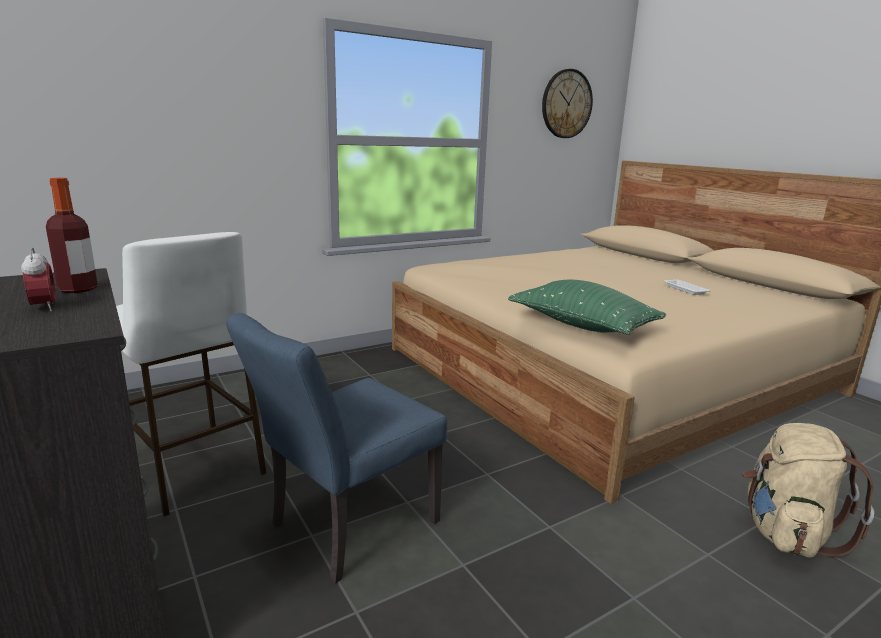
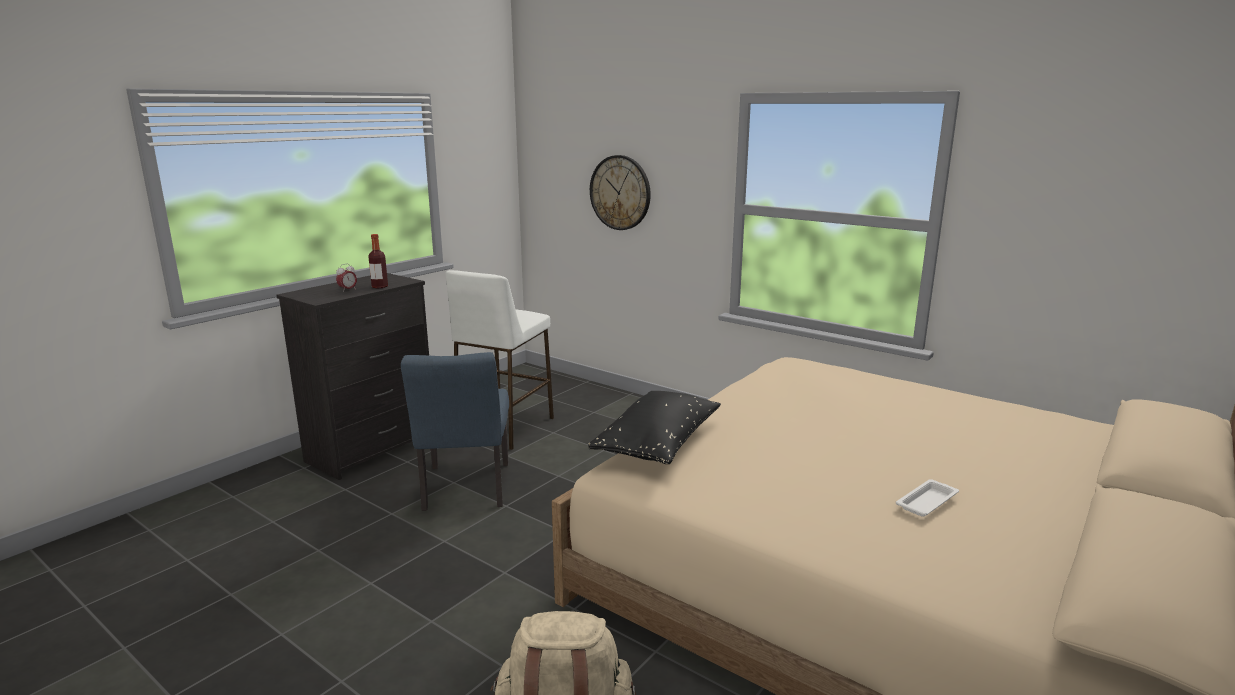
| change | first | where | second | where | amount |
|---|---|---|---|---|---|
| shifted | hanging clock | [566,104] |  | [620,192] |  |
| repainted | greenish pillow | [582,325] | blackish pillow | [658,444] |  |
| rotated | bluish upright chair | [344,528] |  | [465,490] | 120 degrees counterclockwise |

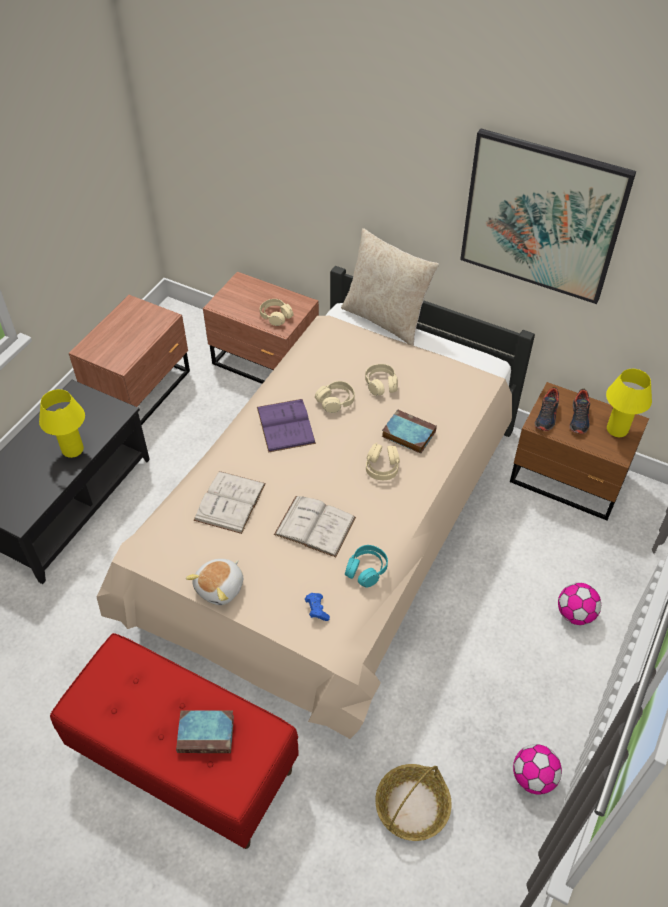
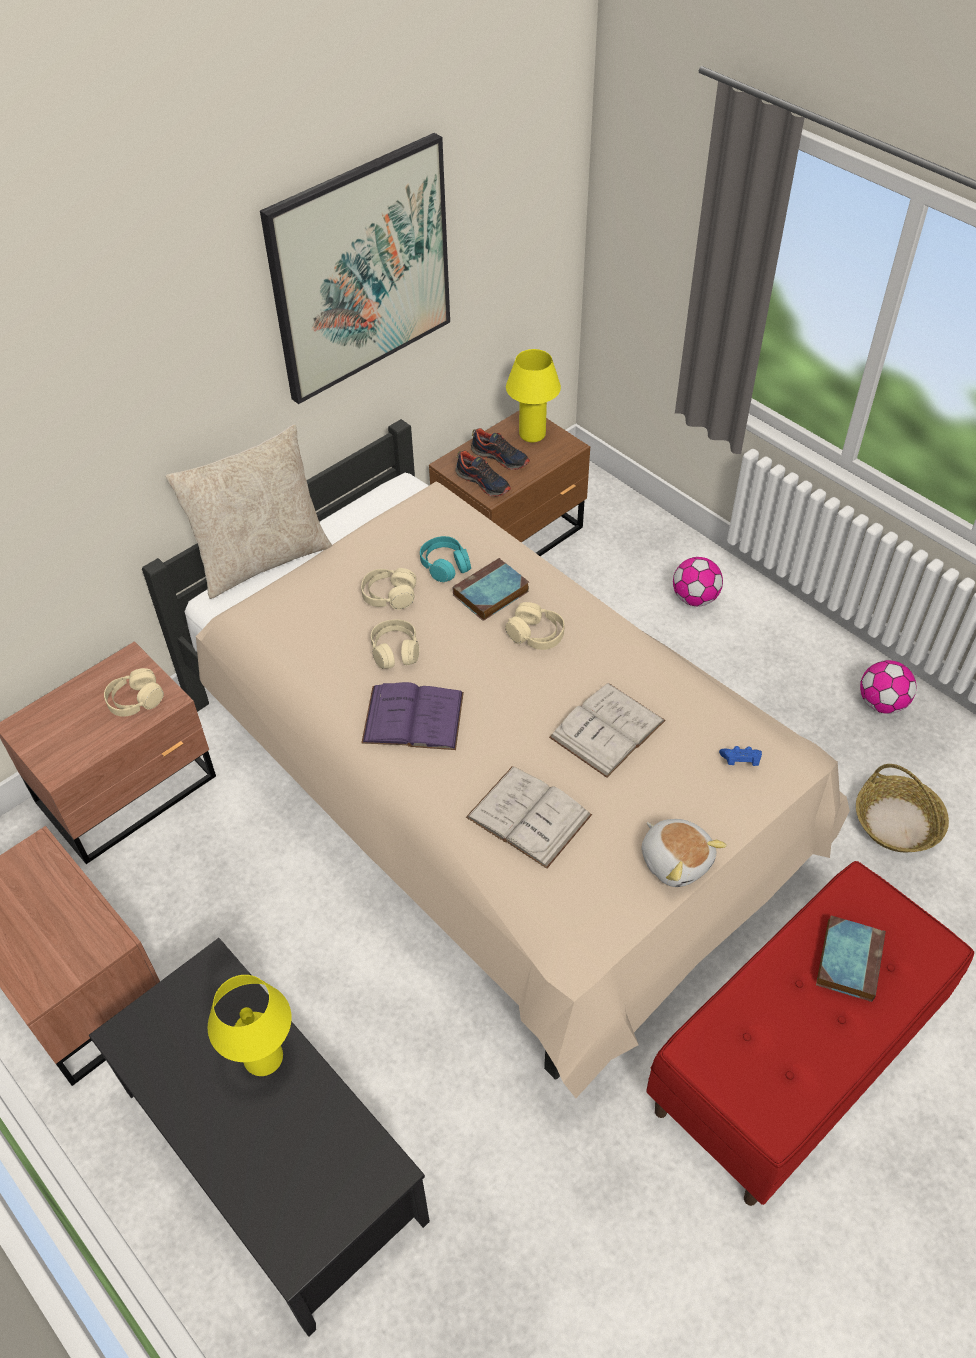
| change | first | where | second | where | amount |
|---|---|---|---|---|---|
| shifted | blue-green pair of headphones | [366,570] |  | [445,565] |  |

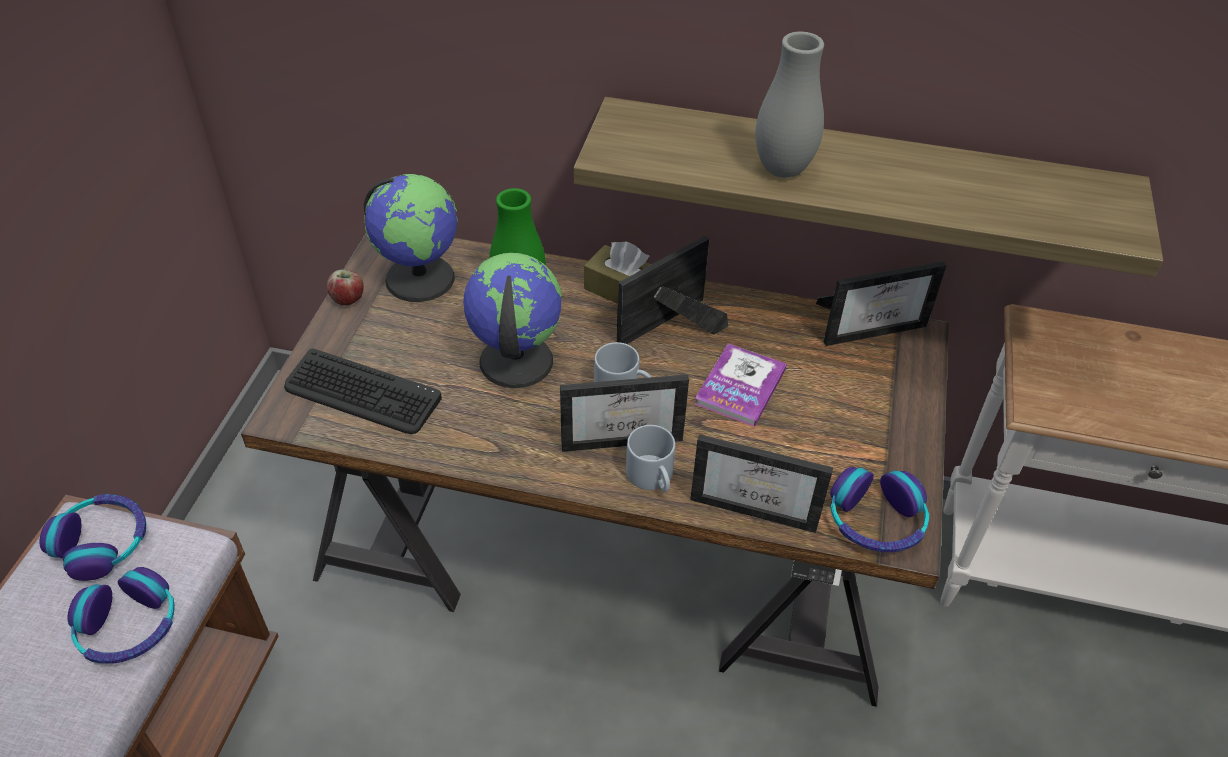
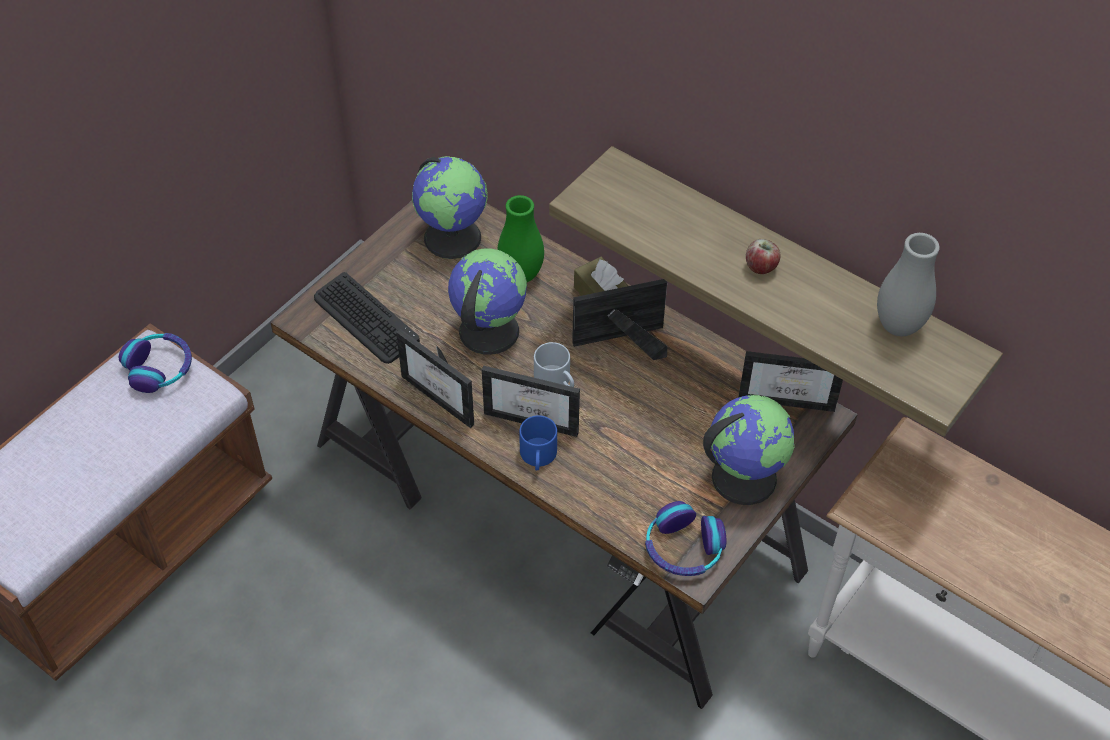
| change | first | where | second | where | amount |
|---|---|---|---|---|---|
| shifted | greyish decorative vase | [782,169] |  | [898,326] |  |
| shifted | whole apple | [348,299] |  | [761,267] |  |
| gone | bound book | [740,386] |  |  |  |
| repainted | greyish coffee mug | [653,478] | bluish coffee mug | [539,457] |  |
| shifted | standing frame | [758,504] |  | [445,395] |  |
| gone | pair of headphones | [128,627] |  |  |  |
| new |  |  | world globe | [743,476] |  |

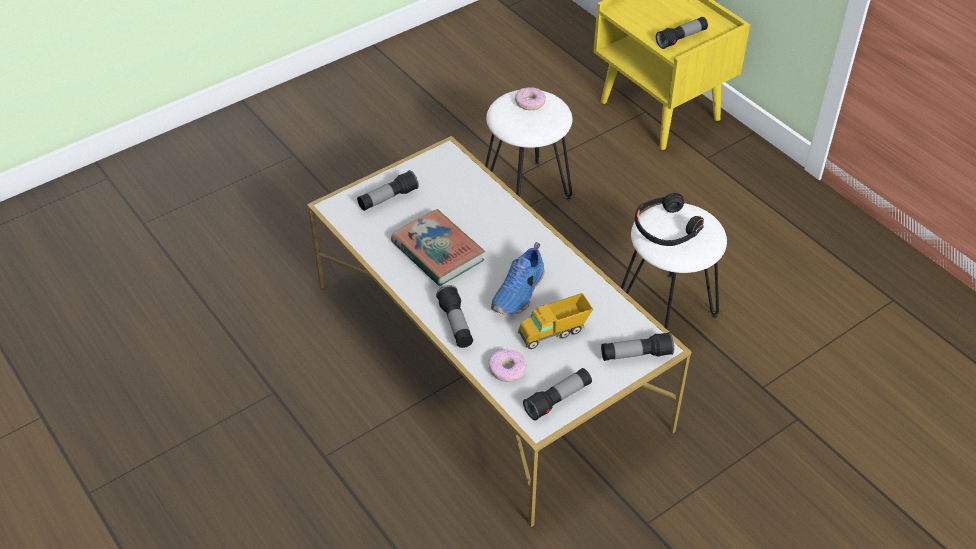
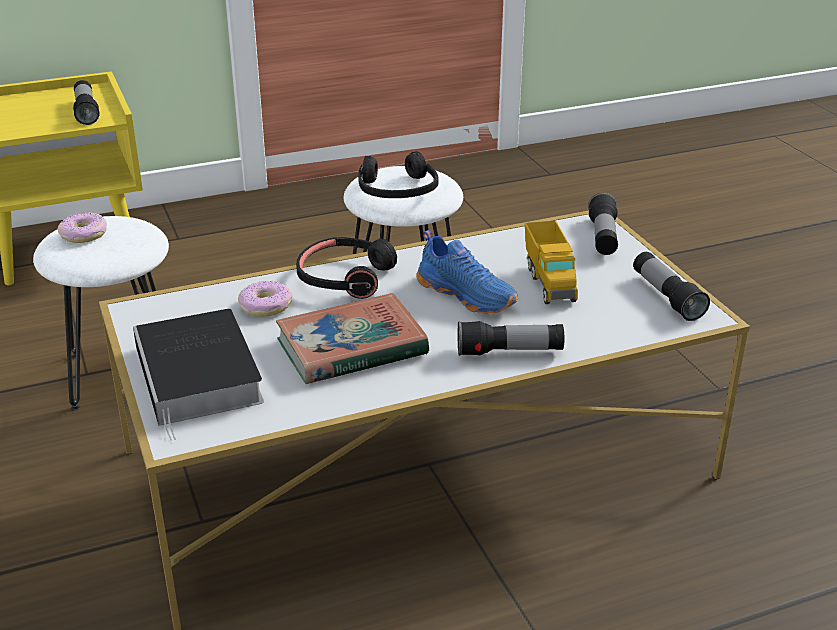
| change | first | where | second | where | amount |
|---|---|---|---|---|---|
| swapped | flashlight | [388,198] | bound book | [200,377] |  |
| shifted | ring doughnut | [507,369] |  | [265,306] |  |
| new |  |  | blackish pair of headphones | [344,277] |  |

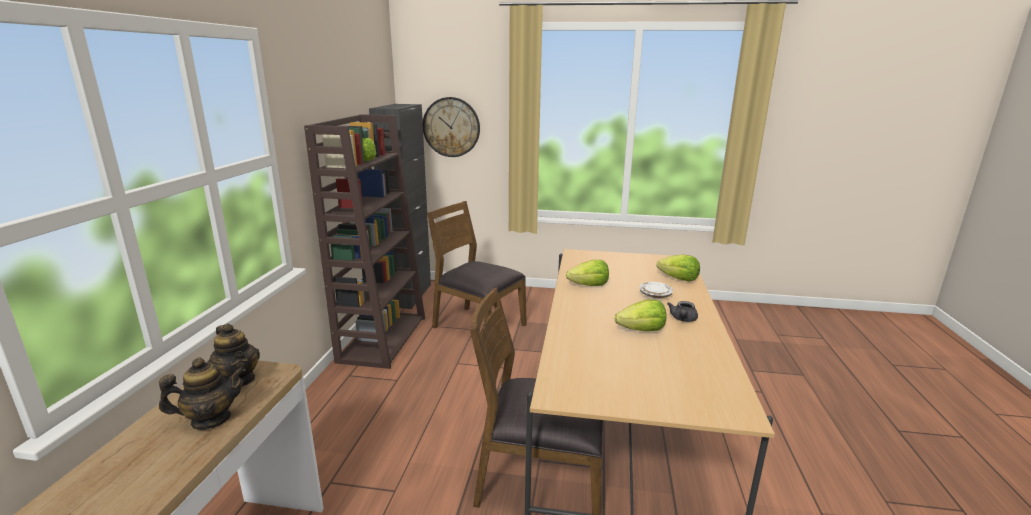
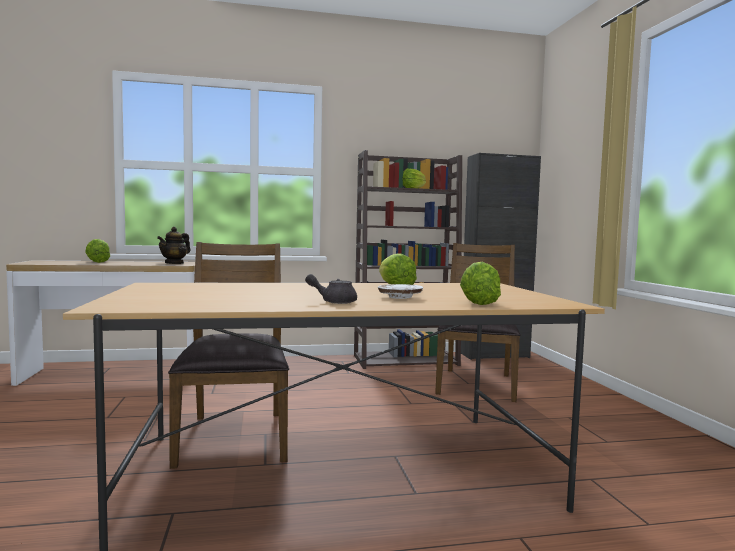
| change | first | where | second | where | amount |
|---|---|---|---|---|---|
| gone | hanging clock | [451,127] |  |  |  |
| shifted | head of lettuce | [642,330] |  | [98,262] |  |
| gone | tea pot | [211,419] |  |  |  |

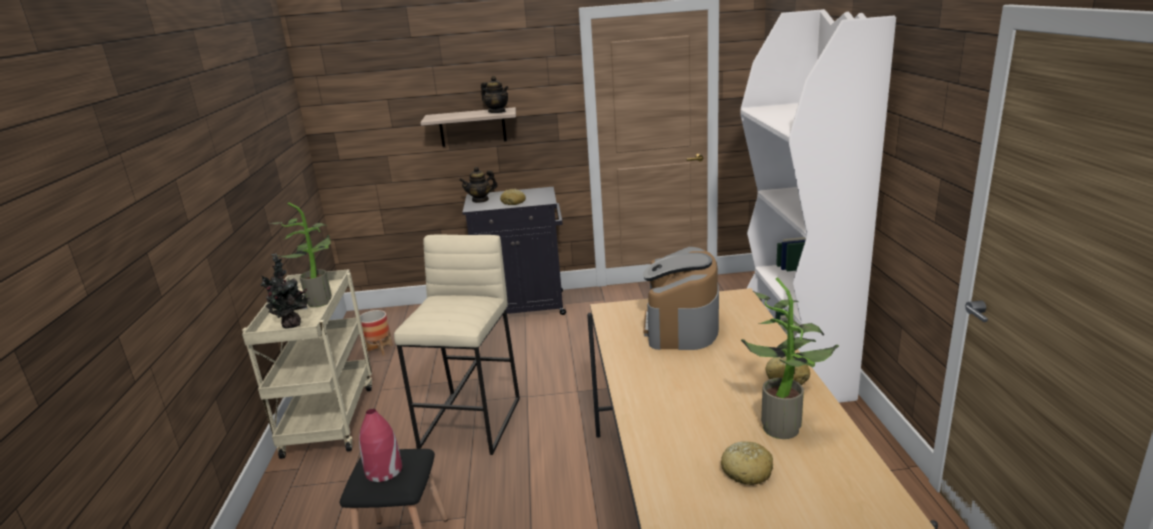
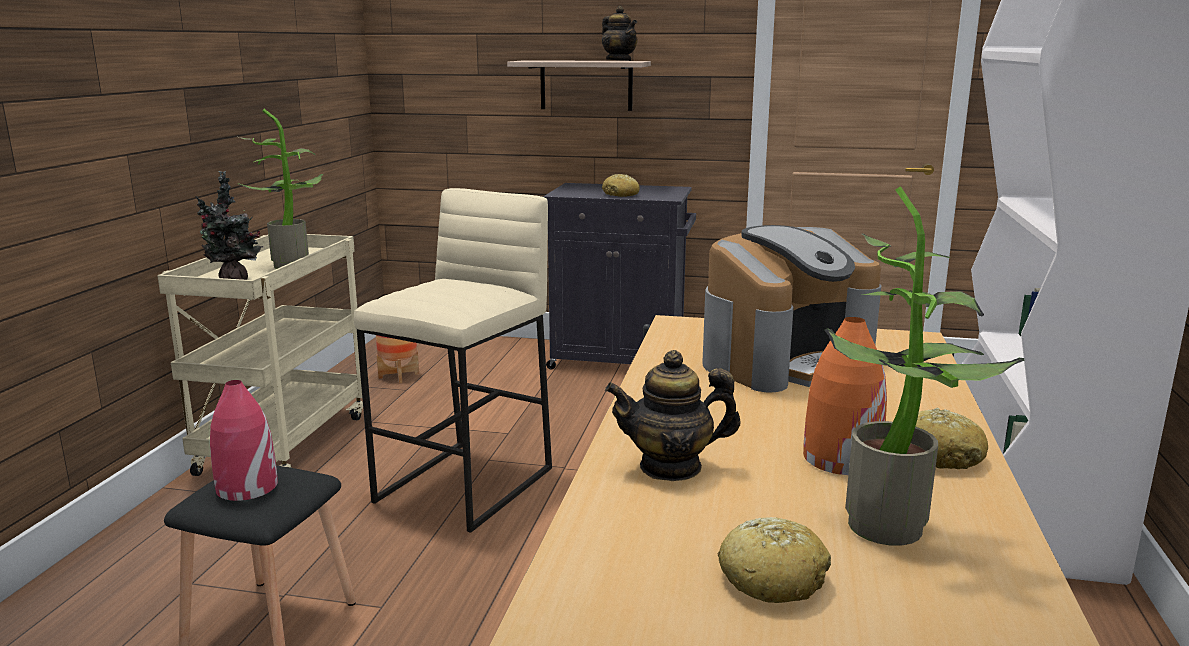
| change | first | where | second | where | amount |
|---|---|---|---|---|---|
| shifted | tea pot | [480,200] |  | [671,467] |  |
| rotated | coffee maker | [681,326] |  | [785,360] | 150 degrees counterclockwise |
| new |  |  | orange decorative vase | [840,458] |  |

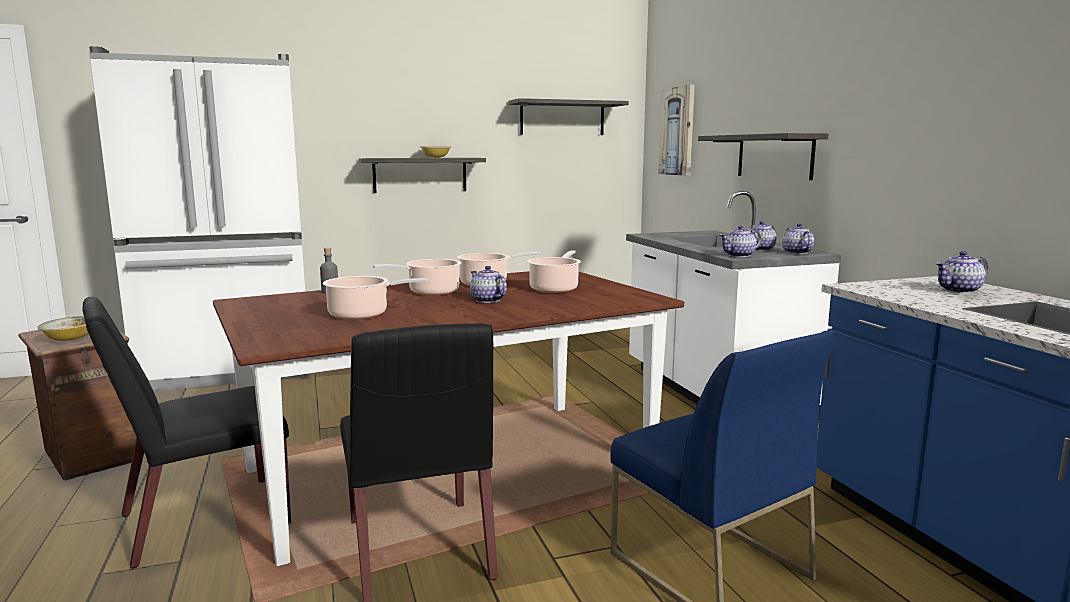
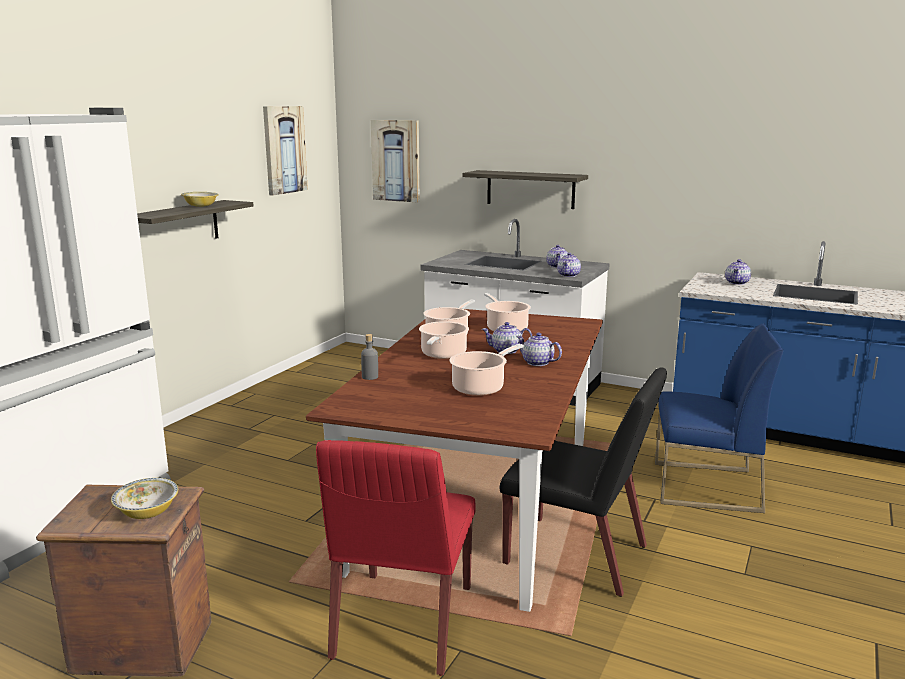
| change | first | where | second | where | amount |
|---|---|---|---|---|---|
| swapped | bracket shelf | [562,118] | picture | [284,150] |  |
| shifted | tea pot | [796,252] |  | [537,362] |  |
| repainted | blackish upright chair | [202,520] | reddish upright chair | [403,623] |  |

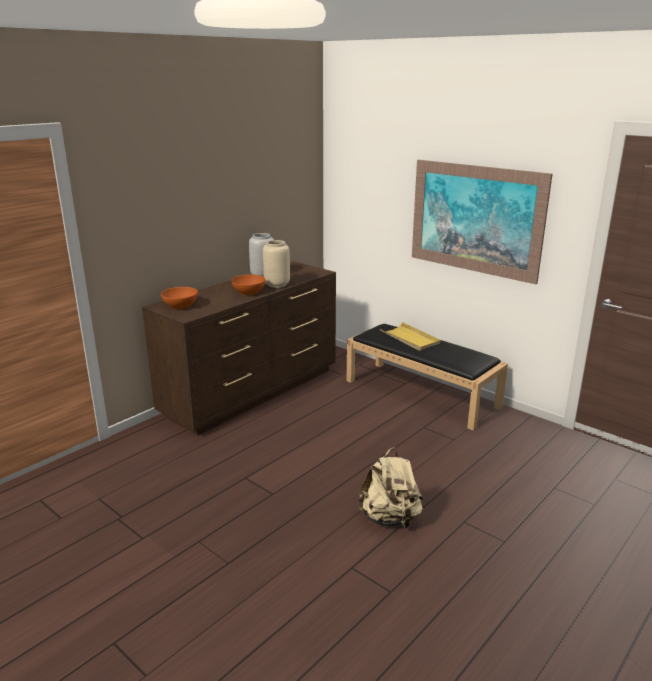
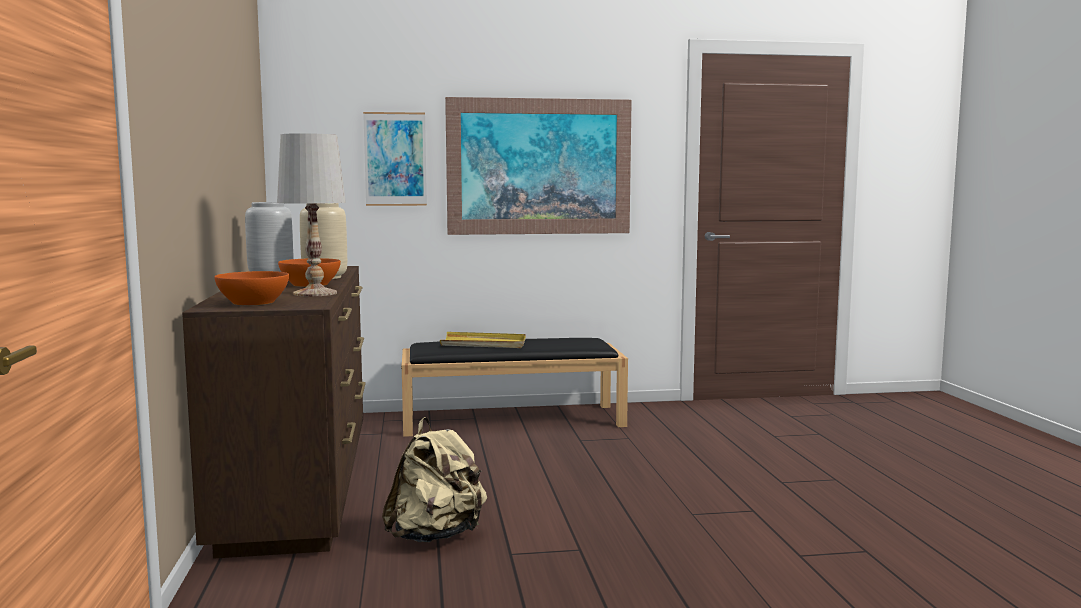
| change | first | where | second | where | amount |
|---|---|---|---|---|---|
| shifted | sand-coloured knapsack | [390,518] |  | [436,536] |  |
| new |  |  | picture | [395,159] |  |
| new |  |  | white tabletop lamp | [315,293] |  |

